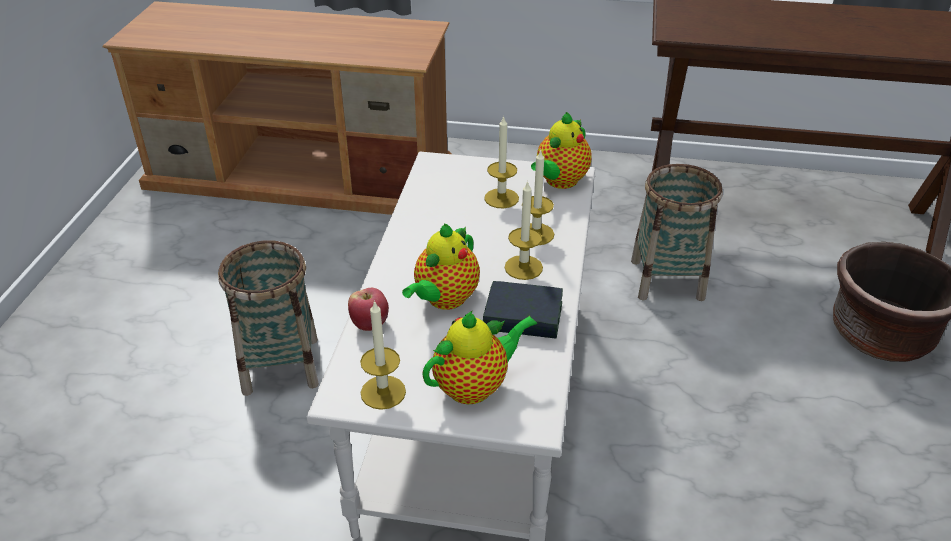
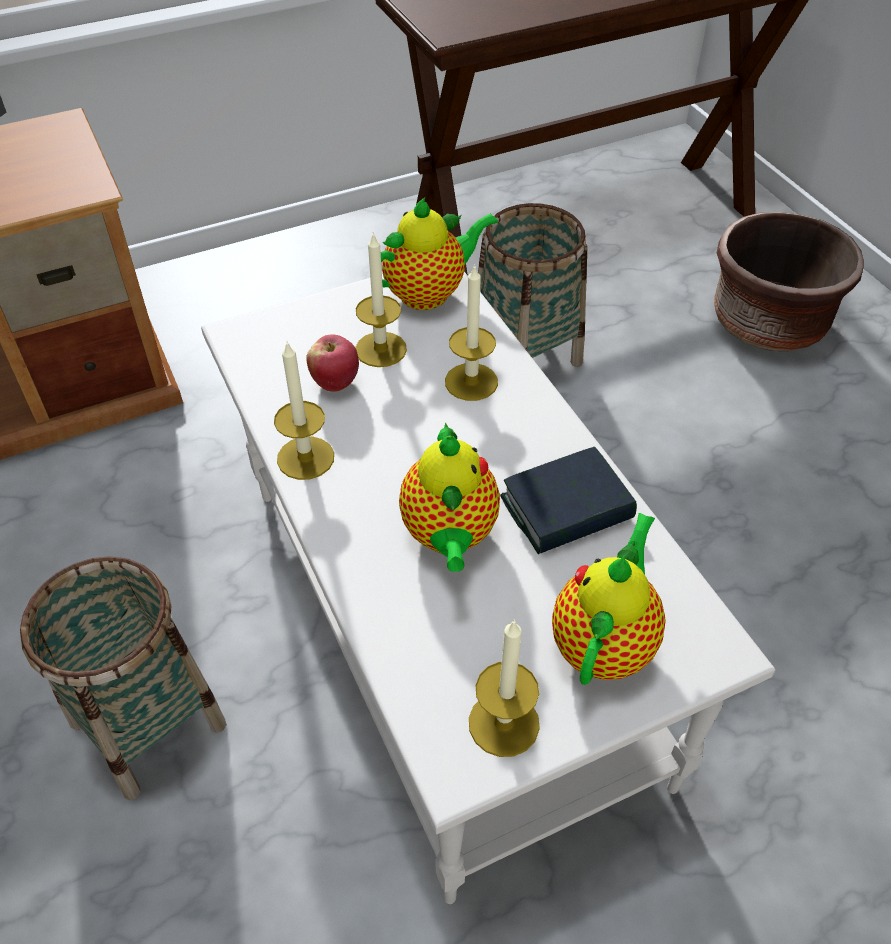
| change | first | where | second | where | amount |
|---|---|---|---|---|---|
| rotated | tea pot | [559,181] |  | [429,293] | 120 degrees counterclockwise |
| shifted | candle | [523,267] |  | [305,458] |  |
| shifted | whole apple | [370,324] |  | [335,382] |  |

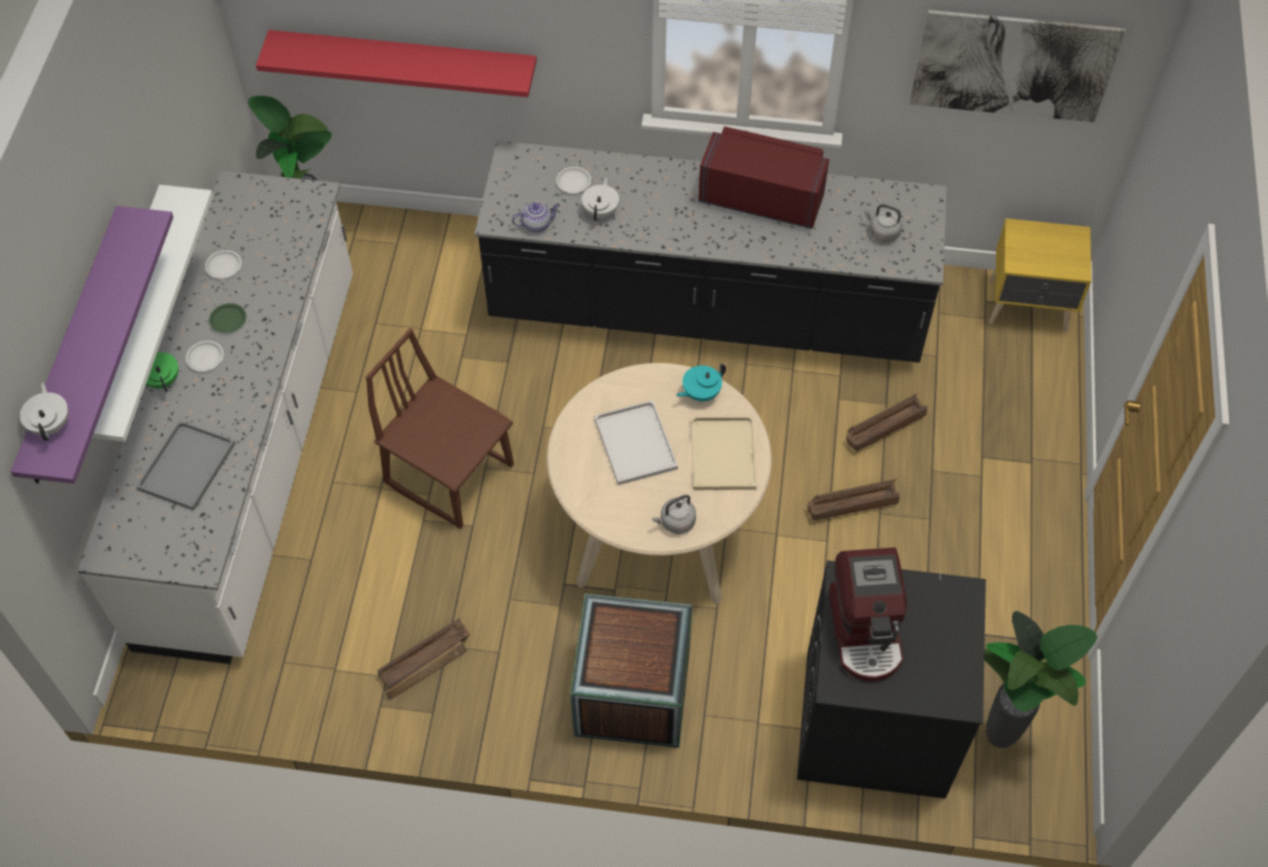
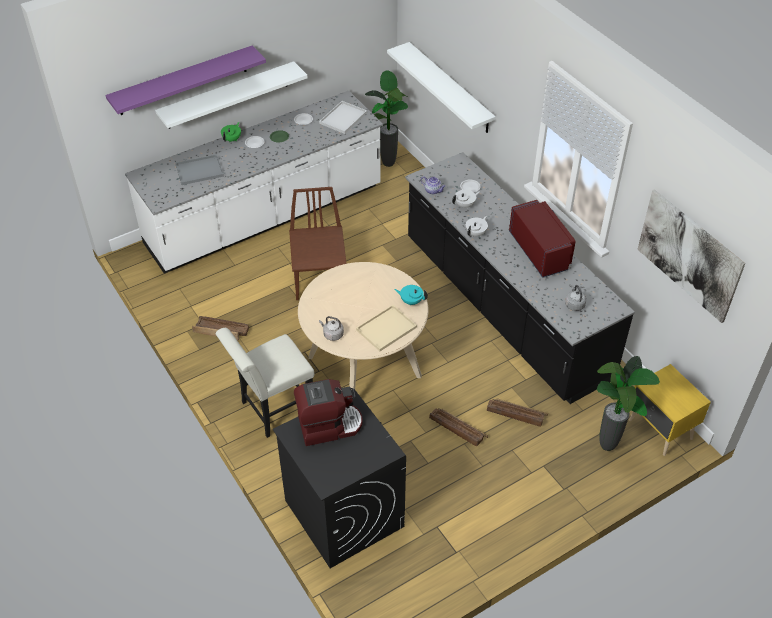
| change | first | where | second | where | amount |
|---|---|---|---|---|---|
| repainted | reddish bracket shelf | [404,59] | white bracket shelf | [450,88] |  |
| shifted | white tea pot | [51,424] |  | [476,233] |  |
| shifted | white carrying tray | [634,442] |  | [343,117] |  |
| rotated | coffee maker | [866,631] |  | [329,425] | 150 degrees counterclockwise |
| swapped | packing crate | [632,692] | white upright chair | [273,410] |  |
| shifted | plant in a pot | [1002,738] |  | [608,447] |  |

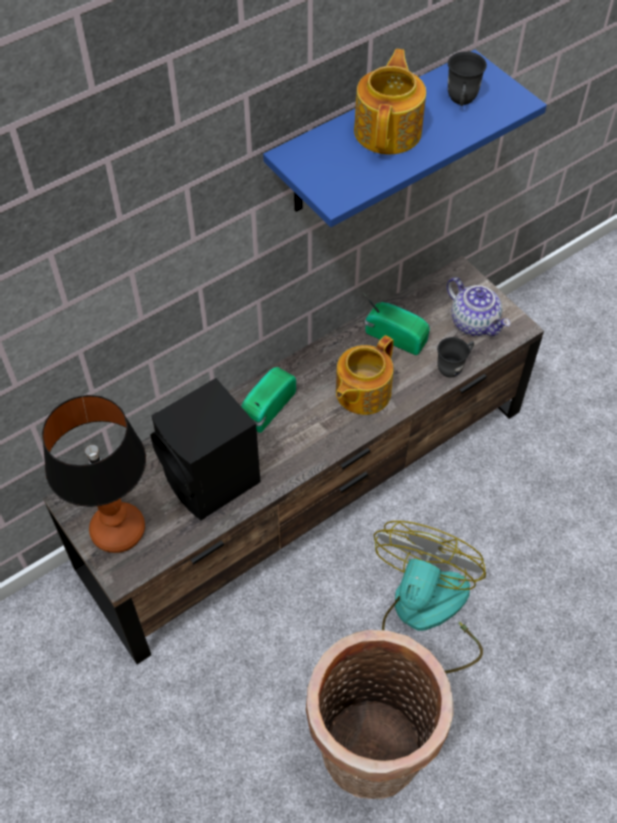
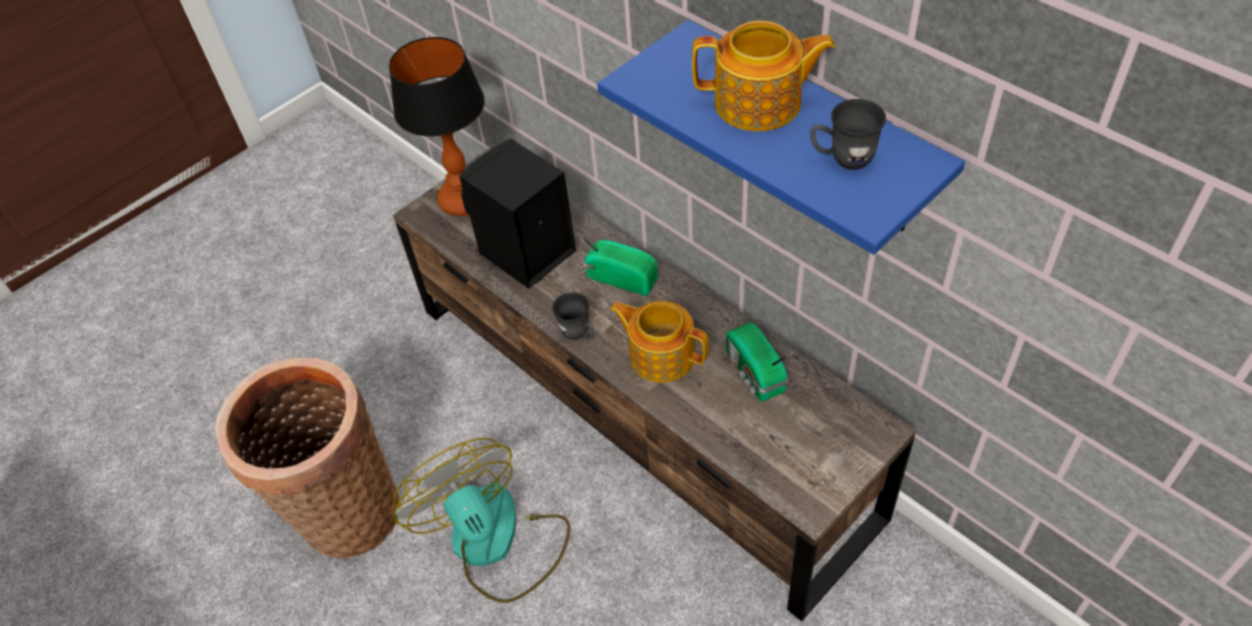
| change | first | where | second | where | amount |
|---|---|---|---|---|---|
| gone | tea pot | [475,322] |  |  |  |
| rotated | radio set | [395,335] |  | [754,374] | 135 degrees clockwise |
| shifted | greyish coffee mug | [454,367] |  | [579,334] |  |
| rotated | fan | [424,616] |  | [496,543] | 135 degrees counterclockwise |

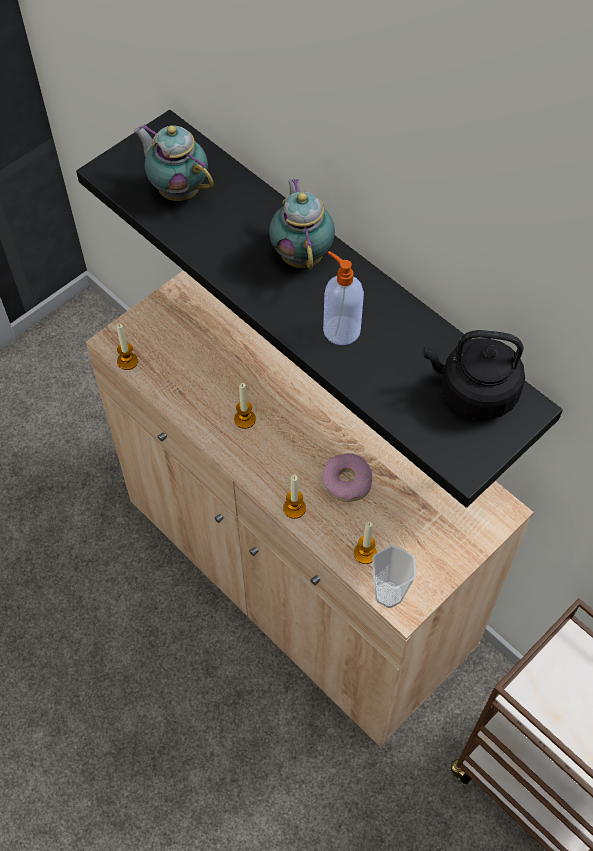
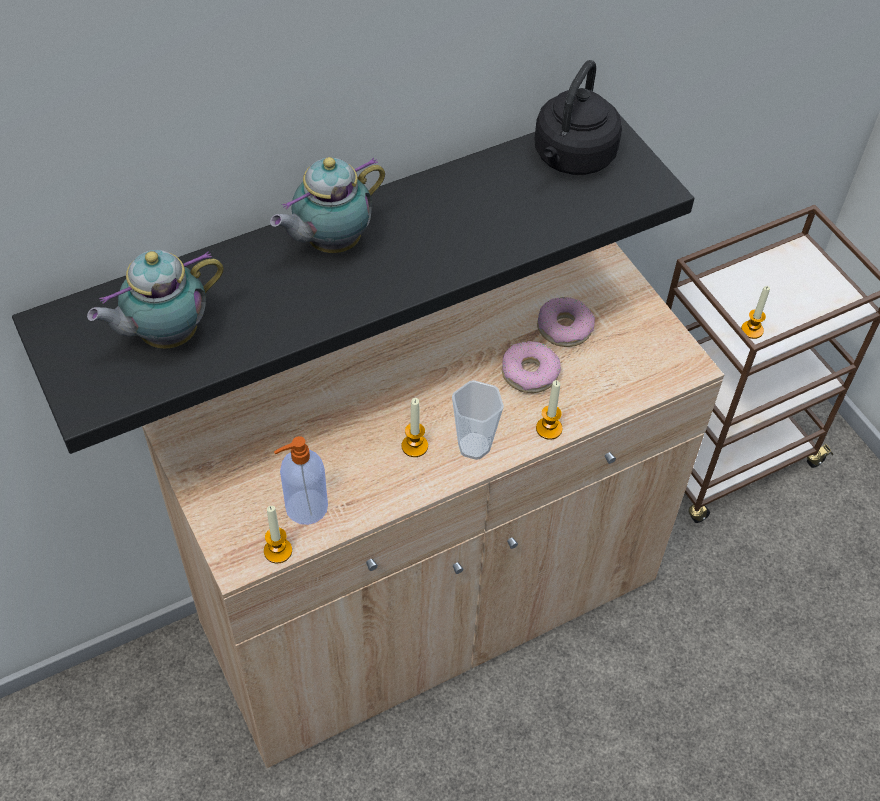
| change | first | where | second | where | amount |
|---|---|---|---|---|---|
| rotated | tea pot | [302,255] |  | [330,243] | 45 degrees counterclockwise |
| shifted | liquid soap bottle | [340,329] |  | [305,508] |  |
| shifted | candle | [365,553] |  | [752,330] |  |
| shifted | cup | [388,594] |  | [474,446] |  |
| new |  |  | ring doughnut | [564,328] |  |

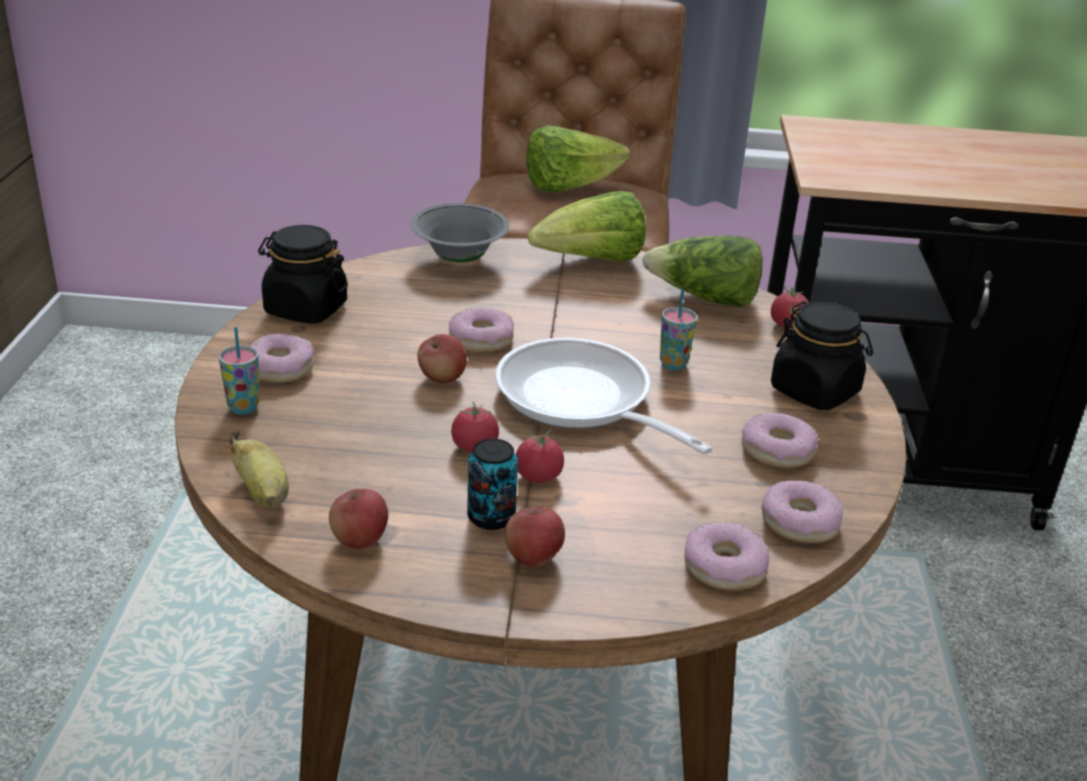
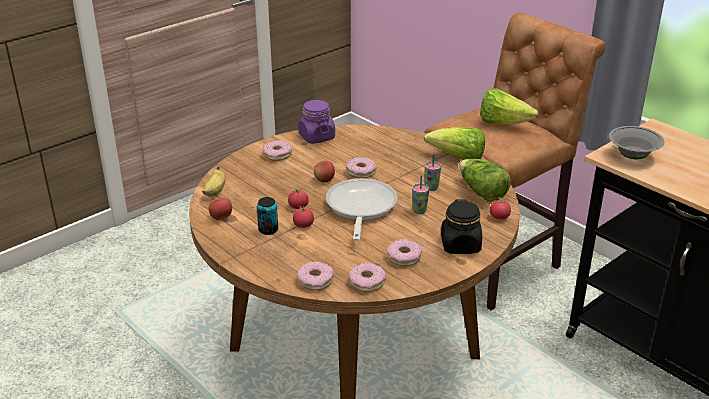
| change | first | where | second | where | amount |
|---|---|---|---|---|---|
| shifted | greyish deep dish | [459,258] |  | [633,156] |  |
| repainted | blackish storage jar | [305,309] | purplish storage jar | [316,137] |  |
| shifted | cup | [243,408] |  | [431,188] |  |
| gone | whole apple | [533,557] |  |  |  |

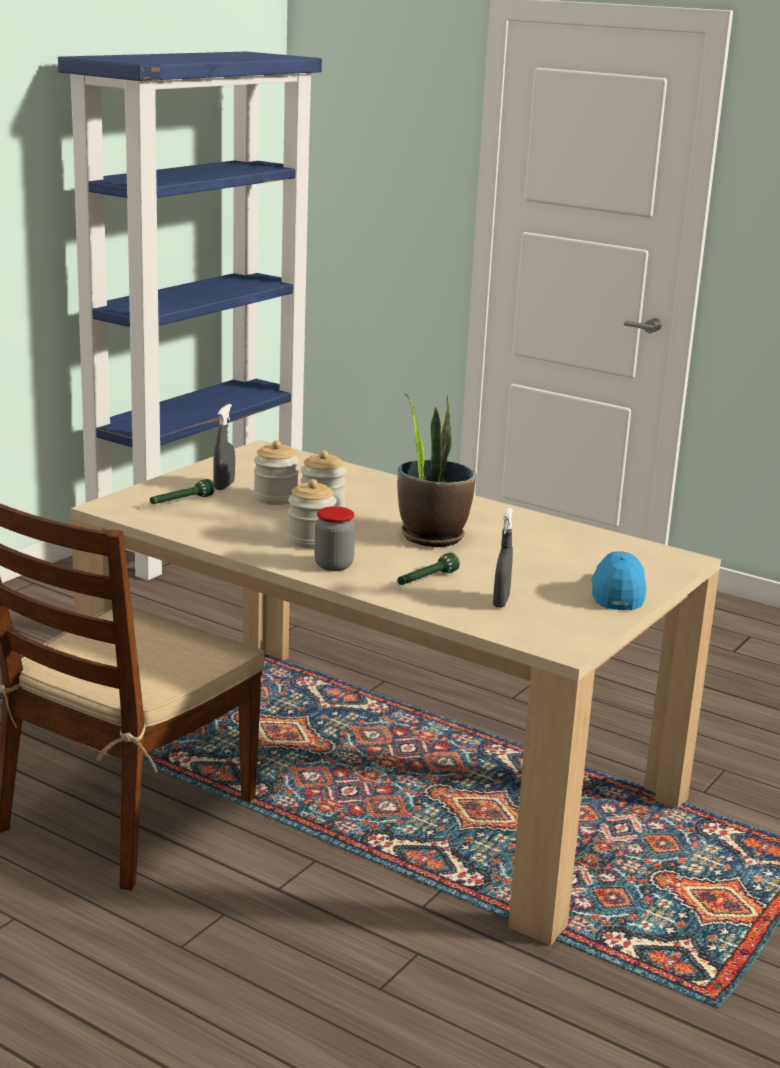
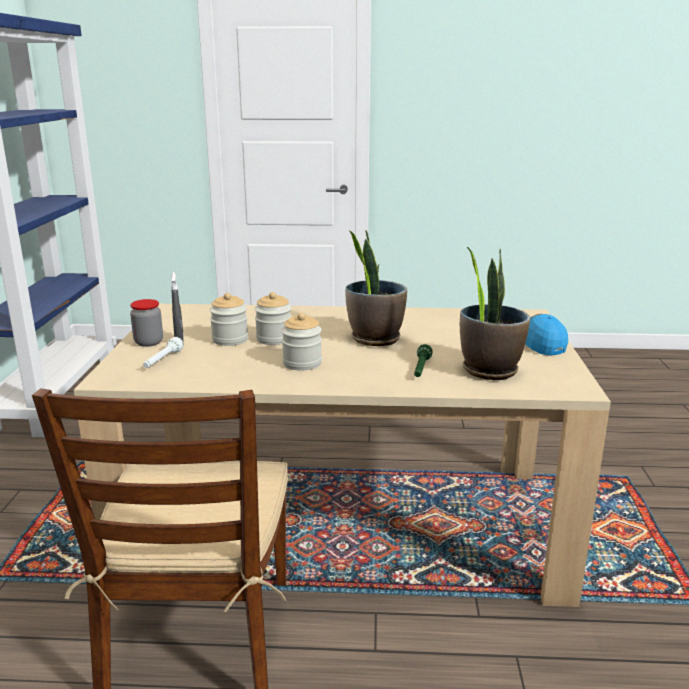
| change | first | where | second | where | amount |
|---|---|---|---|---|---|
| repainted | greenish flashlight | [181,502] | white flashlight | [162,360] |  |
| shifted | storage jar | [333,565] |  | [148,342] |  |
| swapped | greyish sprayer | [501,602] | plant in a pot | [489,370] |  |

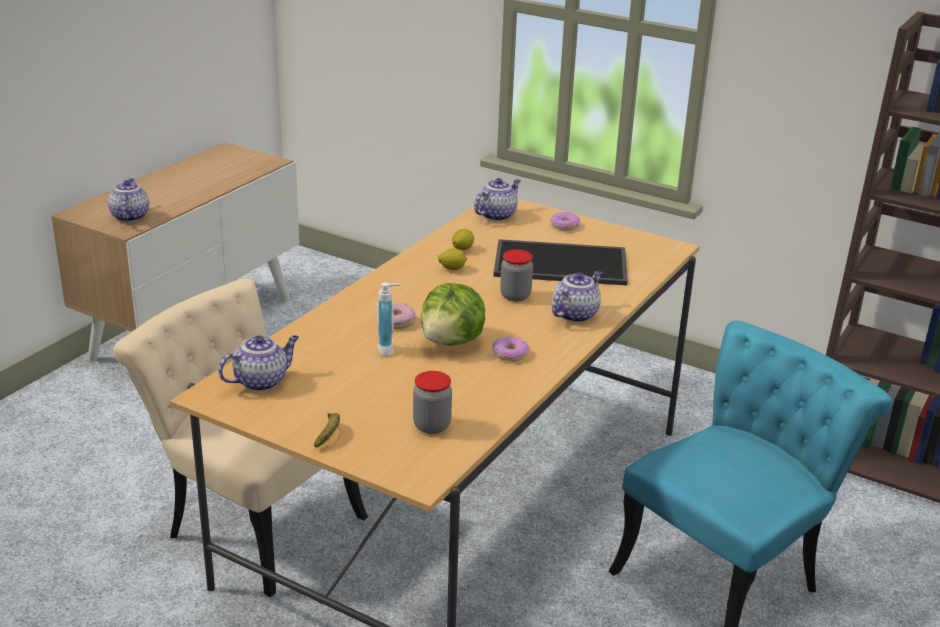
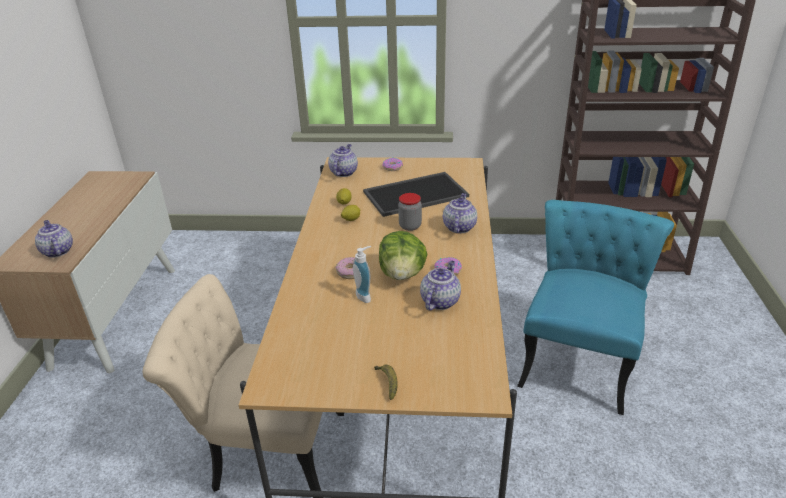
| change | first | where | second | where | amount |
|---|---|---|---|---|---|
| shifted | tea pot | [261,381] |  | [440,301] |  |
| gone | storage jar | [432,426] |  |  |  |

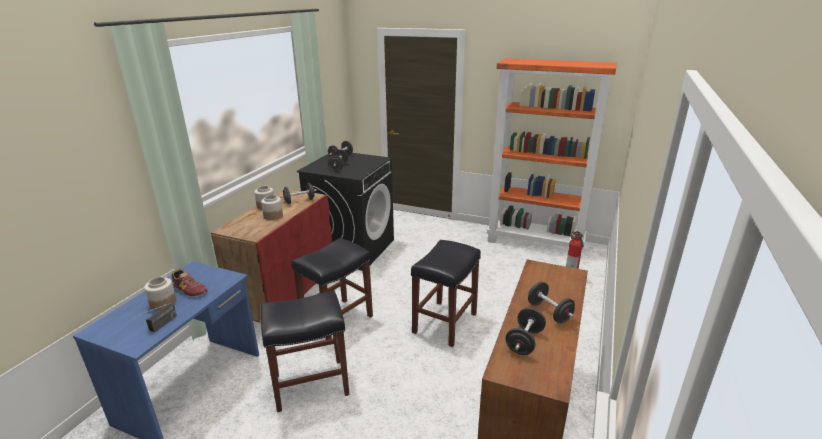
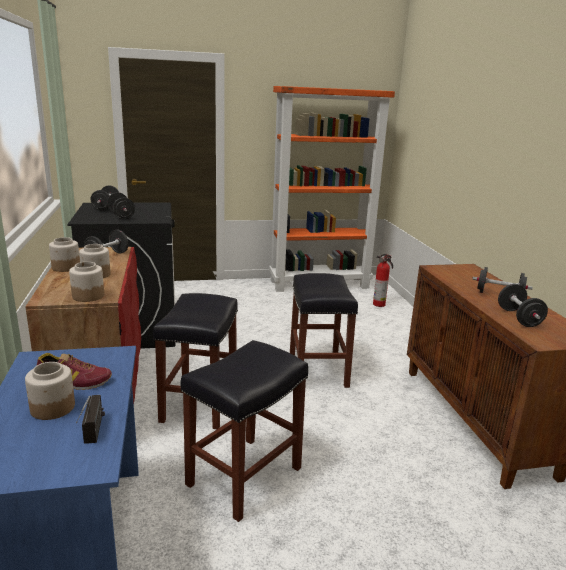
| change | first | where | second | where | amount |
|---|---|---|---|---|---|
| new |  |  | storage jar | [88,296] |  |

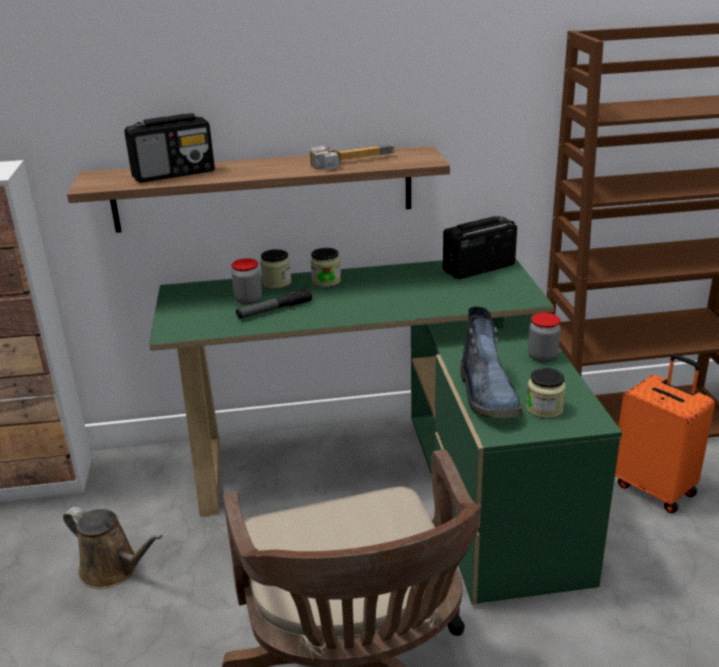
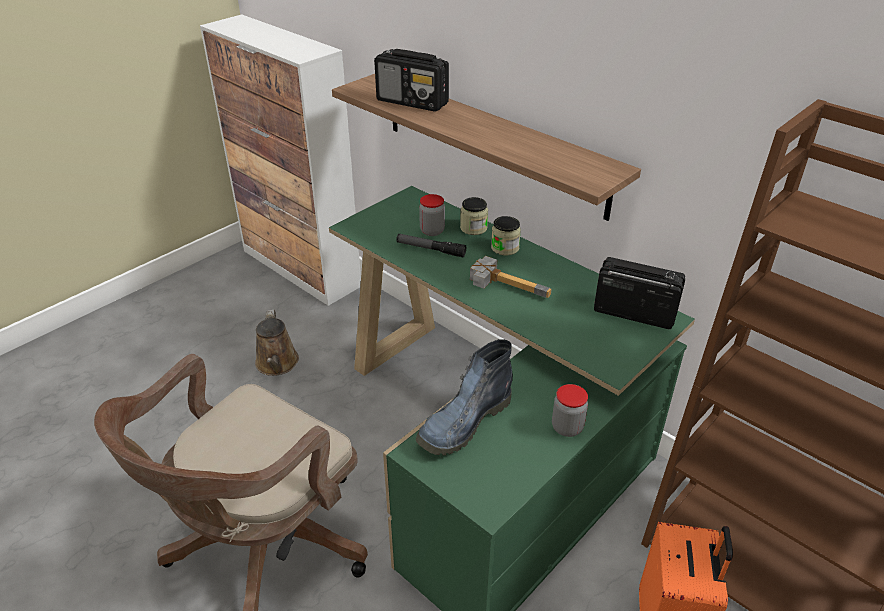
| change | first | where | second | where | amount |
|---|---|---|---|---|---|
| shifted | hand hammer | [348,160] |  | [509,283] |  |
| gone | storage jar | [544,409] |  |  |  |

